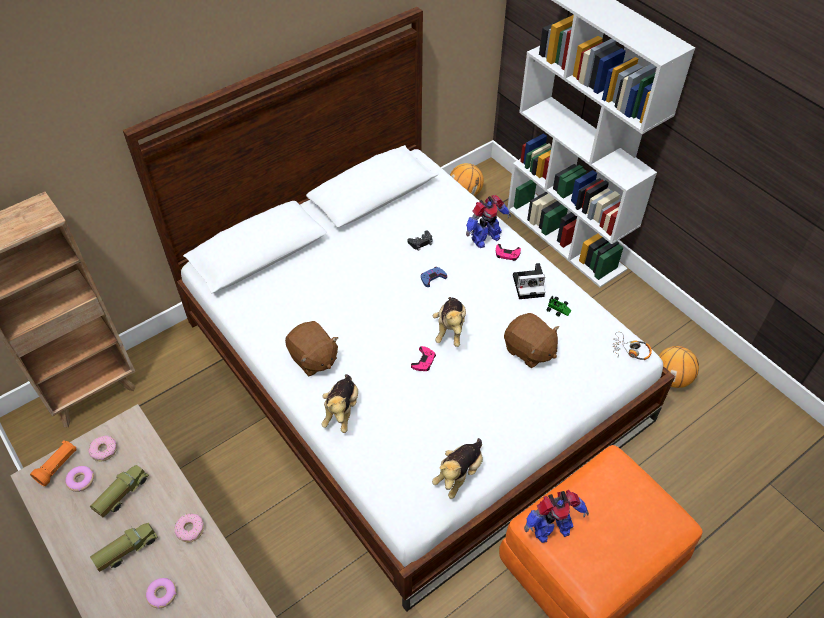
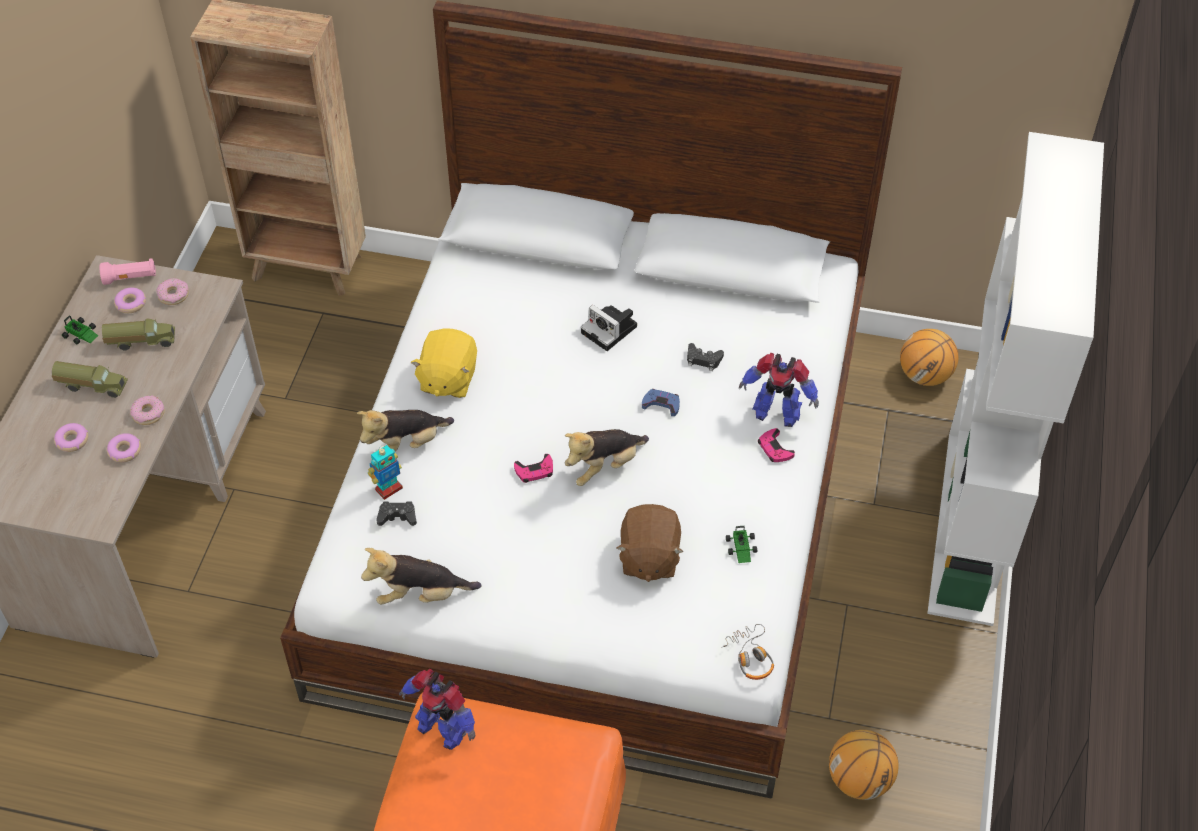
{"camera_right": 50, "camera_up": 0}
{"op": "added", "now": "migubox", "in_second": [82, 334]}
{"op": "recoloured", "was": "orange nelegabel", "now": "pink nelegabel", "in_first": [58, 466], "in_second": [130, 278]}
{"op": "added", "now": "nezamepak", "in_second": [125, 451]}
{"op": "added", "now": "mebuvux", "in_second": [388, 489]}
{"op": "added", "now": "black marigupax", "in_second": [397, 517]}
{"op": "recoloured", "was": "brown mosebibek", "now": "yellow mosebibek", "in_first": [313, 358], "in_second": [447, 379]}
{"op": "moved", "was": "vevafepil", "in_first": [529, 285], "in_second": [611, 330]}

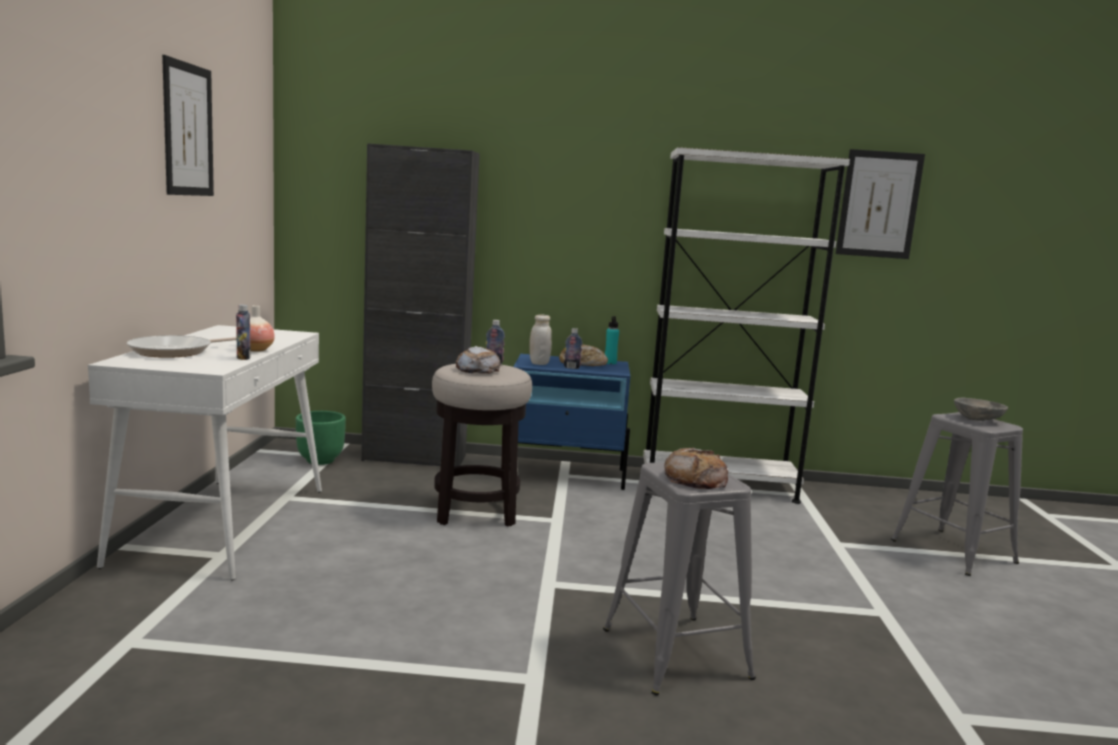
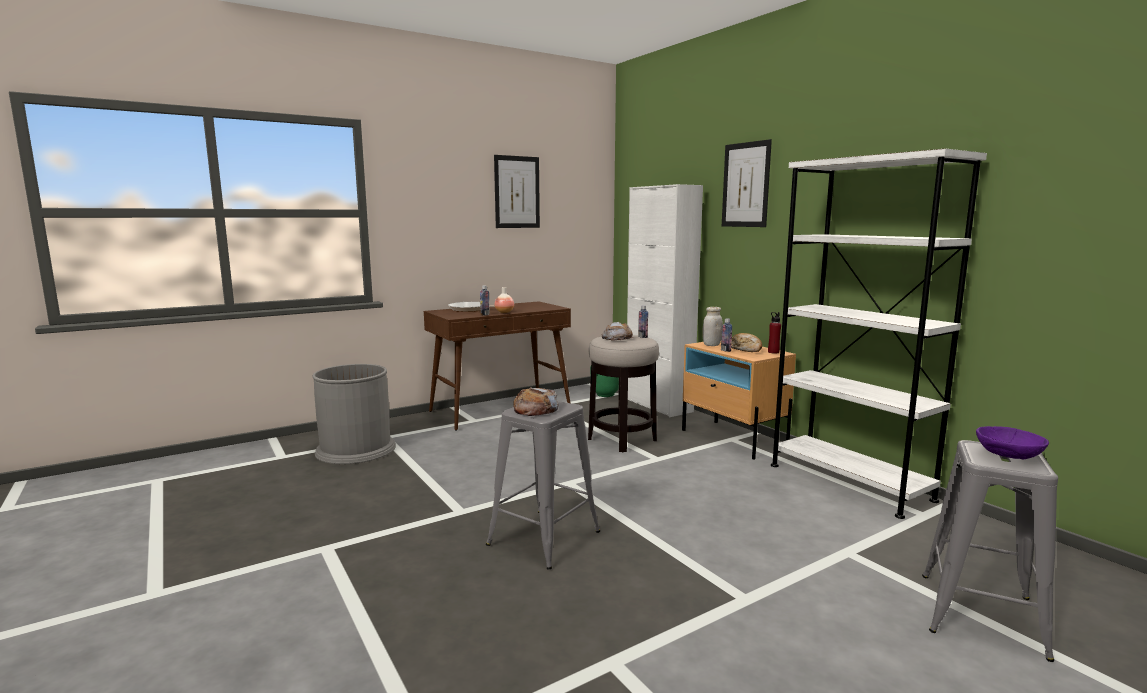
{"camera_right": 55, "camera_up": 0}
{"op": "added", "now": "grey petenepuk", "in_second": [356, 449]}
{"op": "recoloured", "was": "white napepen", "now": "brown napepen", "in_first": [223, 524], "in_second": [501, 409]}
{"op": "recoloured", "was": "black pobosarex", "now": "white pobosarex", "in_first": [414, 458], "in_second": [658, 405]}
{"op": "recoloured", "was": "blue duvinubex", "now": "beige duvinubex", "in_first": [565, 474], "in_second": [733, 439]}
{"op": "moved", "was": "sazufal", "in_first": [879, 204], "in_second": [745, 185]}
{"op": "recoloured", "was": "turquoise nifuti", "now": "red nifuti", "in_first": [610, 363], "in_second": [773, 352]}
{"op": "recoloured", "was": "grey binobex", "now": "purple binobex", "in_first": [978, 420], "in_second": [1008, 456]}

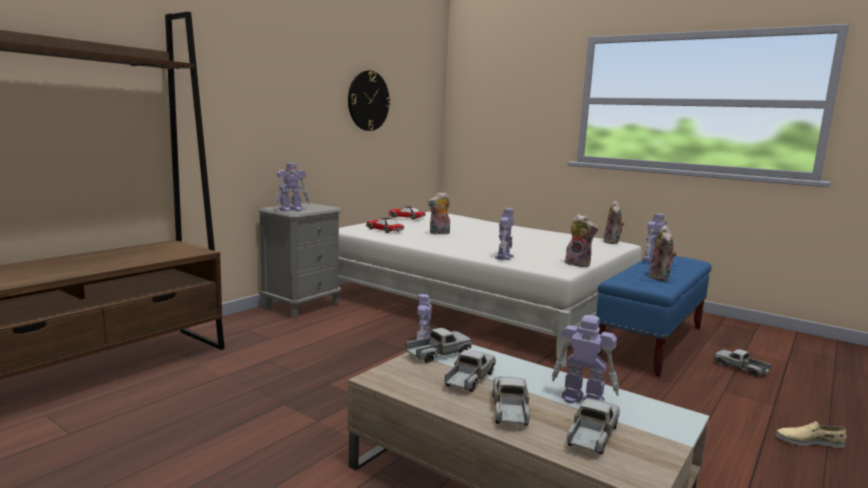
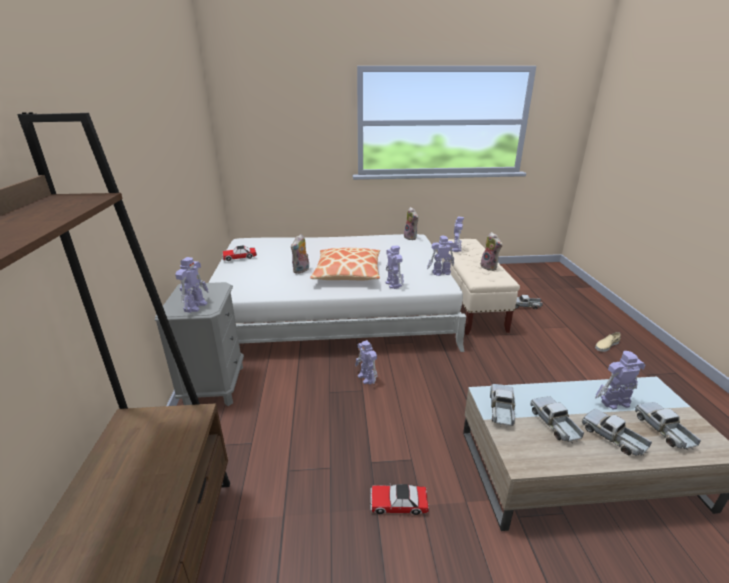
{"camera_right": -40, "camera_up": 15}
{"op": "added", "now": "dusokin", "in_second": [347, 273]}
{"op": "moved", "was": "migubox", "in_first": [384, 230], "in_second": [398, 503]}
{"op": "replaced", "was": "mosebibek", "now": "mebuvux", "in_first": [578, 264], "in_second": [440, 272]}
{"op": "recoloured", "was": "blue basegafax", "now": "beige basegafax", "in_first": [651, 342], "in_second": [468, 304]}
{"op": "removed", "was": "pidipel", "in_first": [368, 101]}

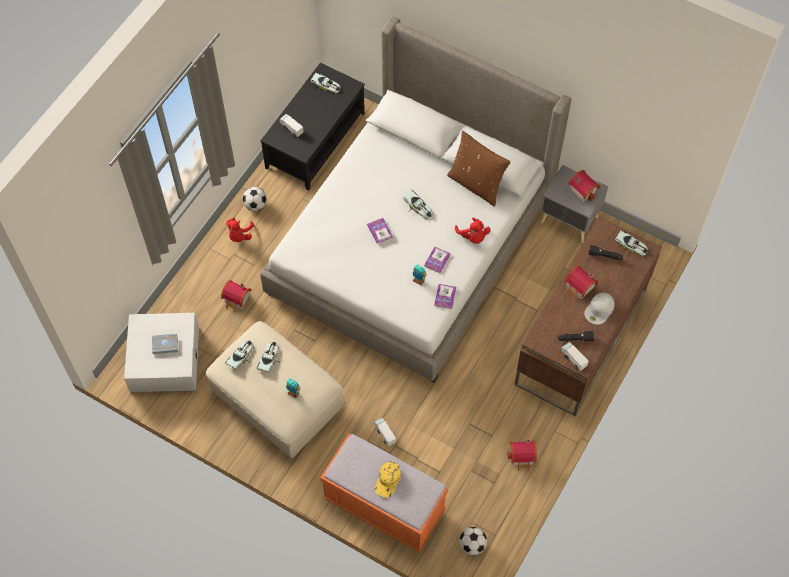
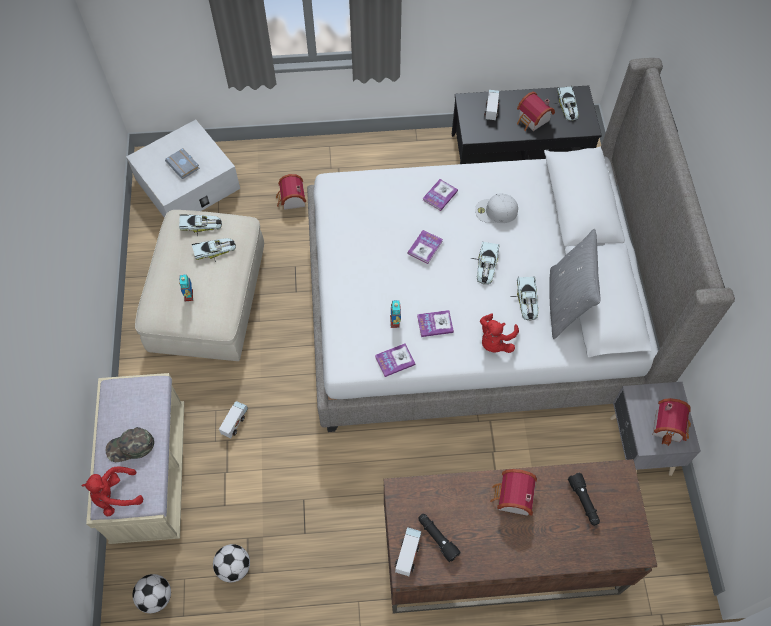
{"camera_right": 55, "camera_up": 0}
{"op": "moved", "was": "red mosebibek", "in_first": [239, 235], "in_second": [116, 496]}
{"op": "recoloured", "was": "orange basegafax", "now": "beige basegafax", "in_first": [384, 505], "in_second": [150, 473]}
{"op": "recoloured", "was": "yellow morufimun", "now": "green morufimun", "in_first": [388, 480], "in_second": [130, 447]}
{"op": "moved", "was": "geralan", "in_first": [255, 205], "in_second": [234, 567]}
{"op": "added", "now": "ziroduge", "in_second": [440, 195]}
{"op": "moved", "was": "white morufimun", "in_first": [599, 310], "in_second": [496, 211]}
{"op": "moved", "was": "migubox", "in_first": [631, 245], "in_second": [526, 300]}
{"op": "moved", "was": "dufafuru", "in_first": [522, 457], "in_second": [533, 120]}
{"op": "recoloured", "was": "brown dusokin", "now": "grey dusokin", "in_first": [476, 184], "in_second": [565, 303]}

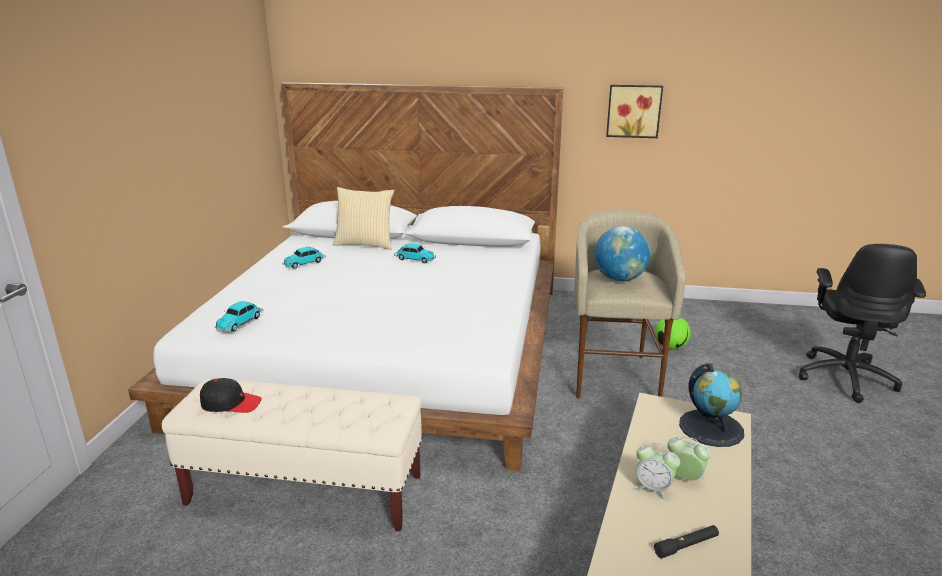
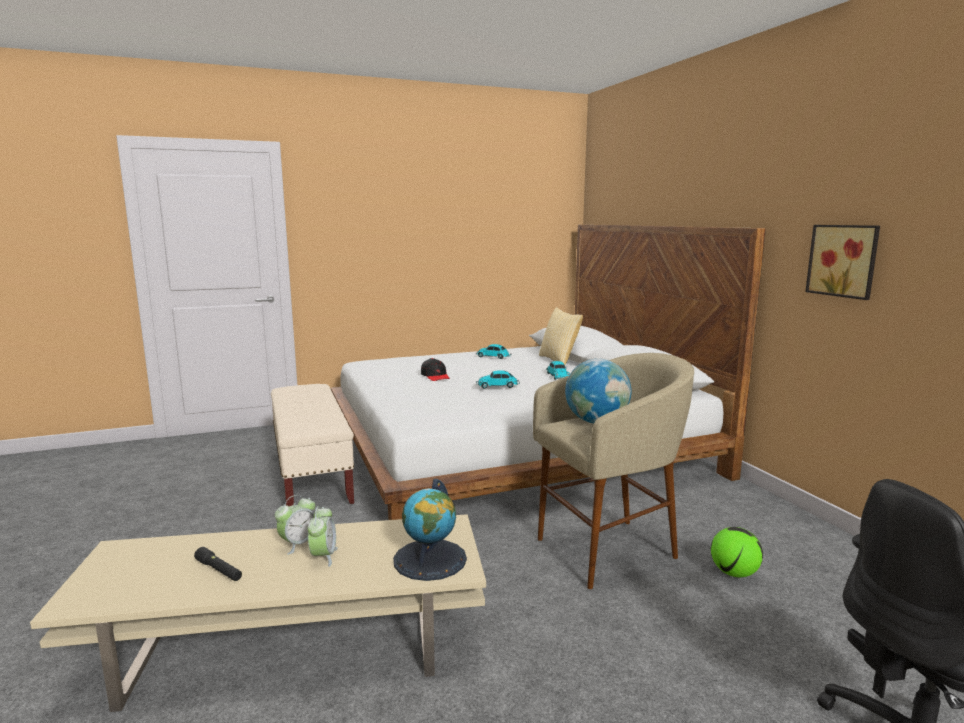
{"camera_right": 60, "camera_up": -10}
{"op": "turned", "was": "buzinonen", "in_first": [653, 488], "in_second": [298, 544], "clockwise": -135}
{"op": "moved", "was": "black morufimun", "in_first": [230, 403], "in_second": [435, 376]}
{"op": "moved", "was": "migubox", "in_first": [240, 322], "in_second": [498, 386]}

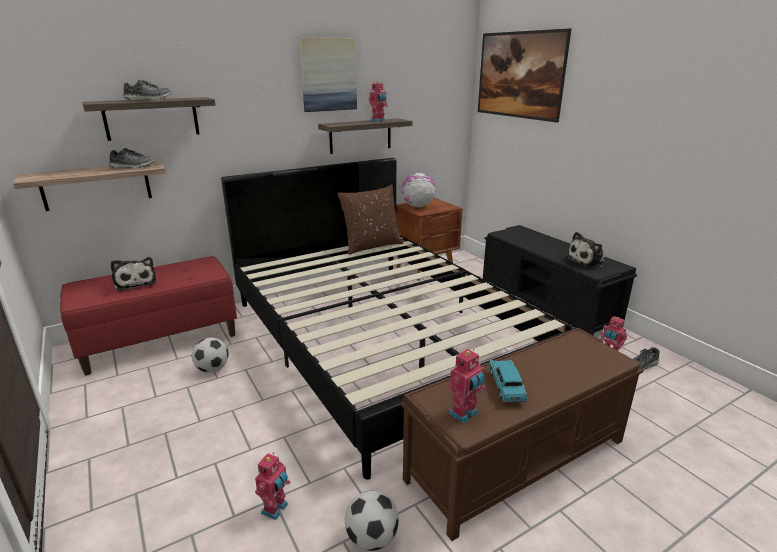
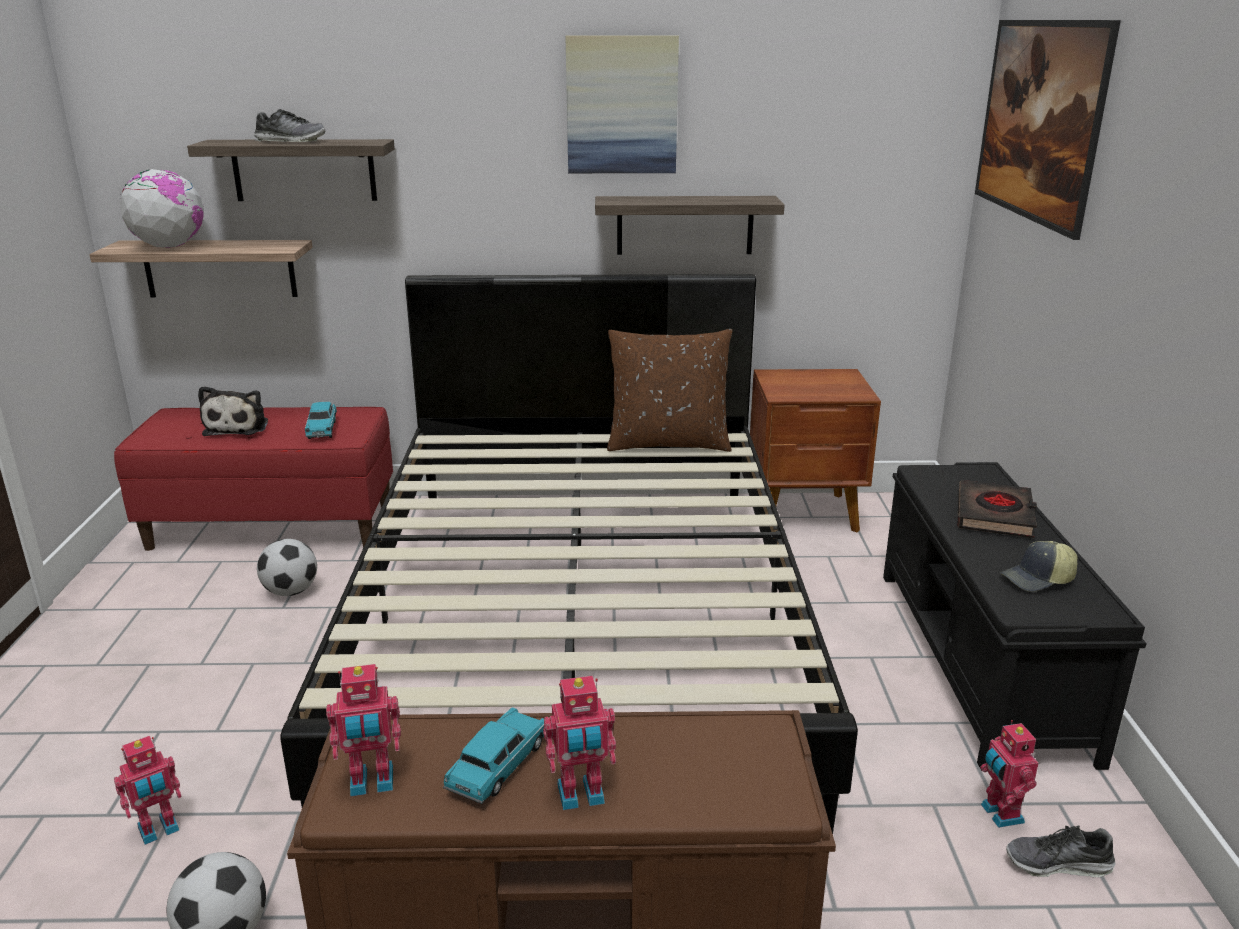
{"camera_right": 30, "camera_up": 0}
{"op": "moved", "was": "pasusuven", "in_first": [417, 206], "in_second": [169, 246]}
{"op": "added", "now": "turquoise migubox", "in_second": [322, 429]}
{"op": "moved", "was": "mebuvux", "in_first": [378, 120], "in_second": [581, 796]}
{"op": "added", "now": "black ziroduge", "in_second": [995, 515]}
{"op": "replaced", "was": "mosebibek", "now": "morufimun", "in_first": [588, 261], "in_second": [1038, 580]}
{"op": "removed", "was": "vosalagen", "in_first": [132, 167]}

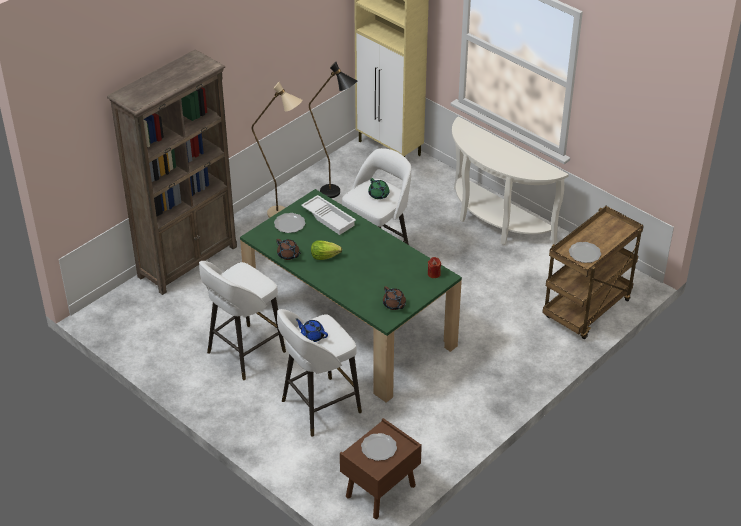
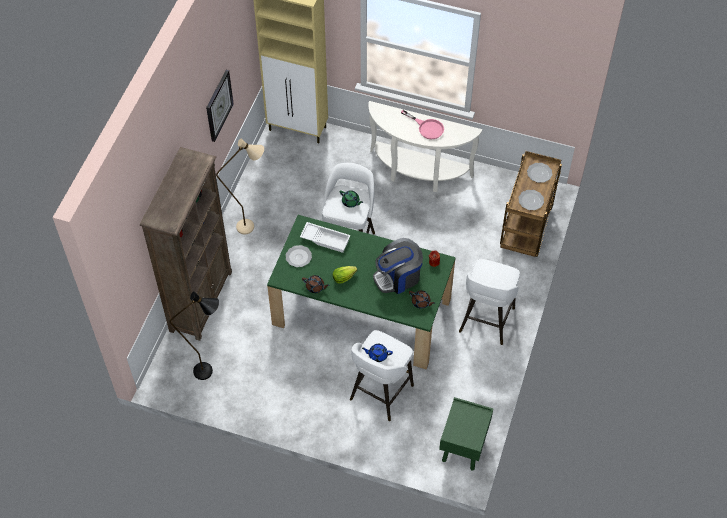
{"camera_right": -25, "camera_up": 15}
{"op": "moved", "was": "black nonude", "in_first": [337, 194], "in_second": [210, 371]}
{"op": "added", "now": "pidipel", "in_second": [218, 105]}
{"op": "added", "now": "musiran", "in_second": [398, 277]}
{"op": "added", "now": "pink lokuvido", "in_second": [427, 127]}
{"op": "recoloured", "was": "brown duvinubex", "now": "green duvinubex", "in_first": [380, 492], "in_second": [464, 446]}
{"op": "moved", "was": "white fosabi", "in_first": [244, 353], "in_second": [486, 321]}
{"op": "moved", "was": "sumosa", "in_first": [379, 448], "in_second": [539, 173]}

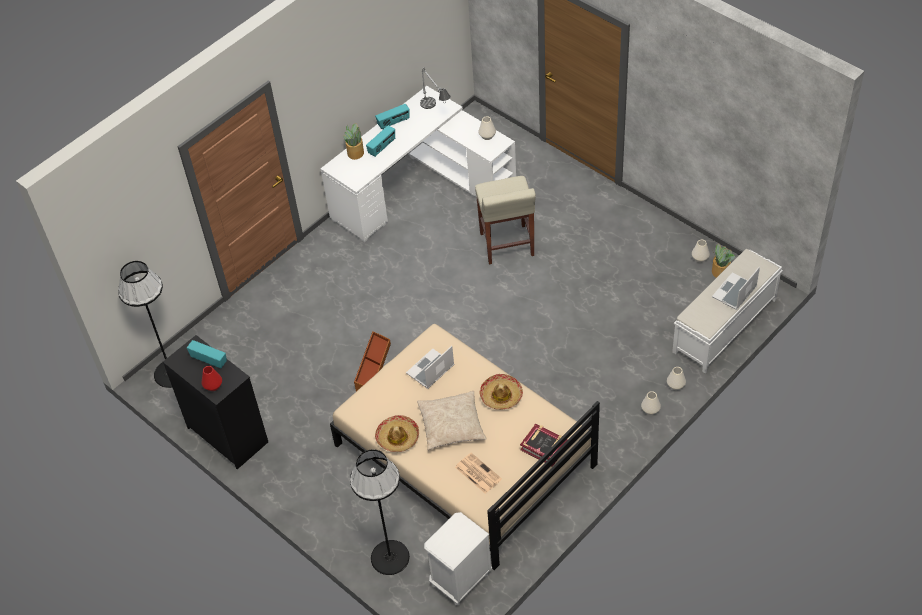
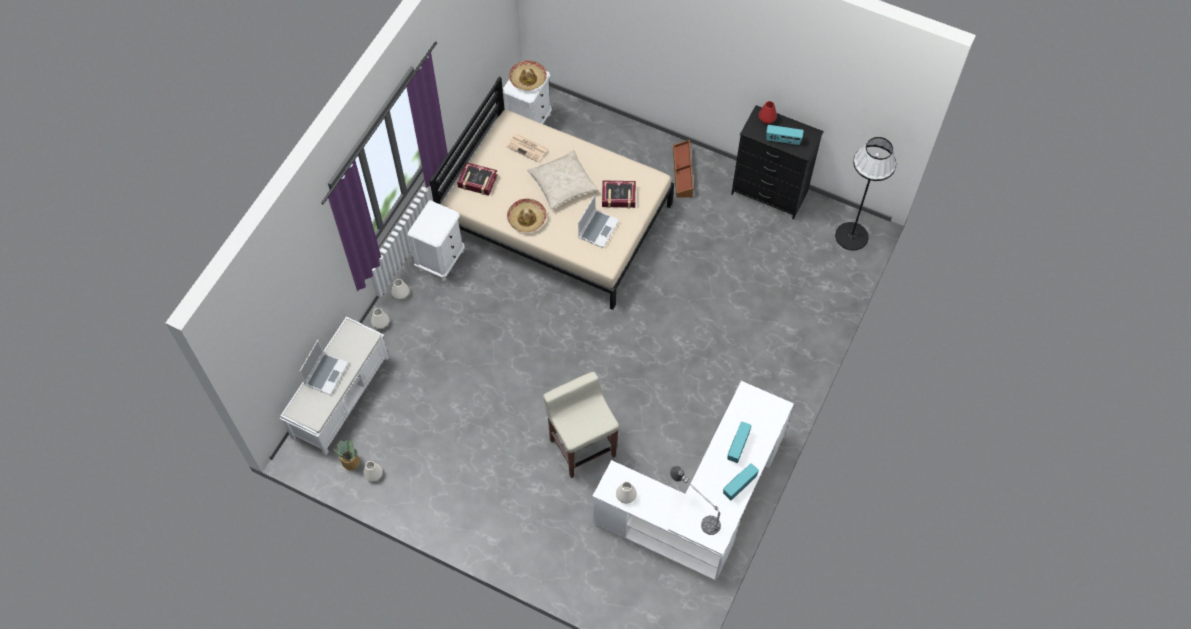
{"camera_right": 160, "camera_up": 10}
{"op": "added", "now": "white duvinubex", "in_second": [441, 260]}
{"op": "moved", "was": "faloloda", "in_first": [398, 437], "in_second": [527, 79]}
{"op": "added", "now": "ziroduge", "in_second": [618, 197]}
{"op": "moved", "was": "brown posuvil", "in_first": [372, 367], "in_second": [683, 172]}
{"op": "removed", "was": "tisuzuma", "in_first": [356, 152]}
{"op": "removed", "was": "black nonude", "in_first": [390, 557]}

